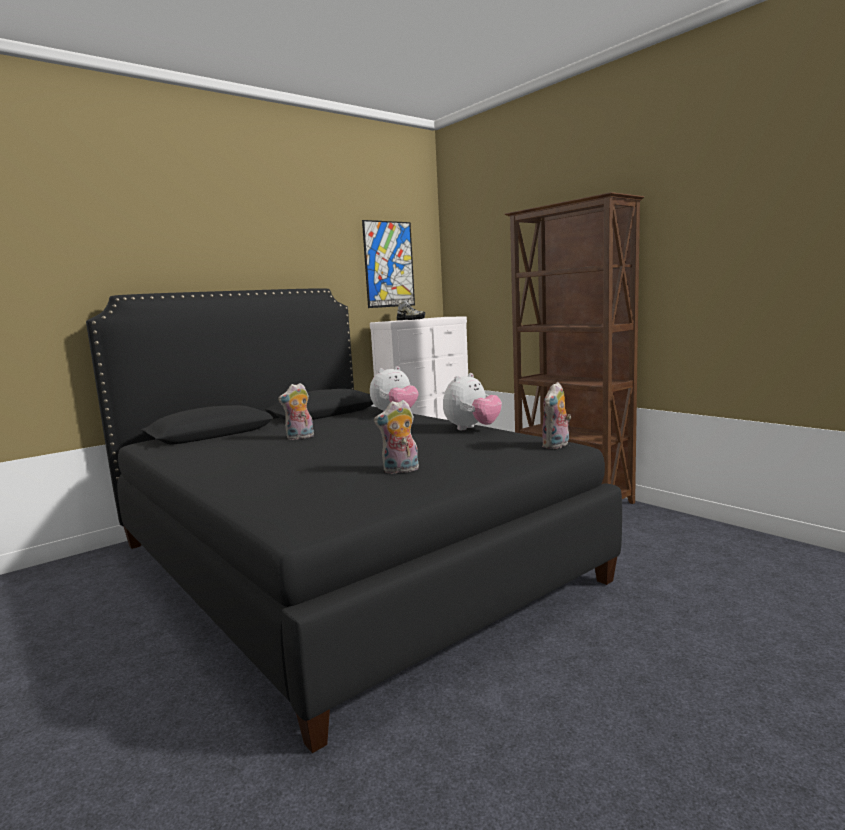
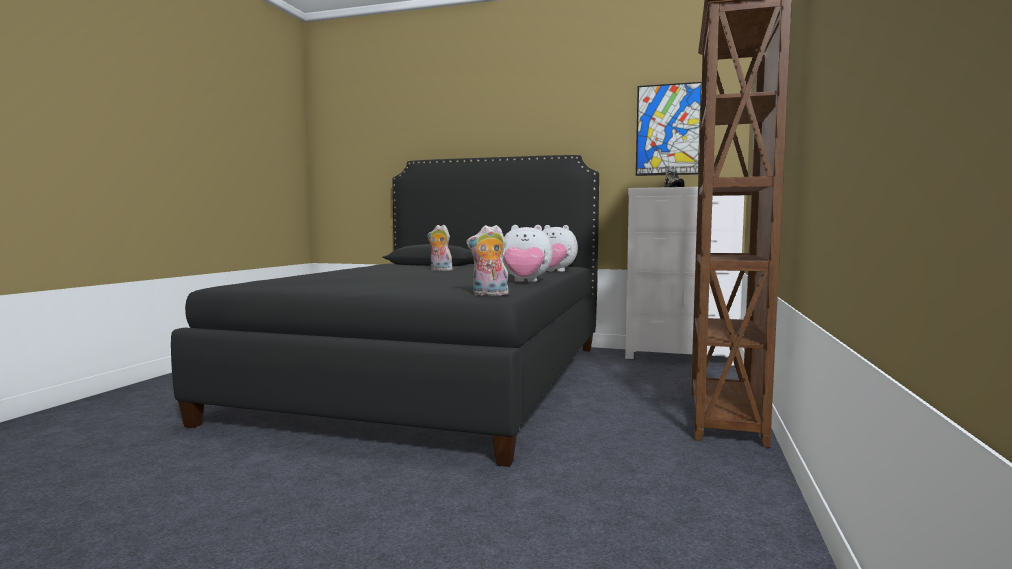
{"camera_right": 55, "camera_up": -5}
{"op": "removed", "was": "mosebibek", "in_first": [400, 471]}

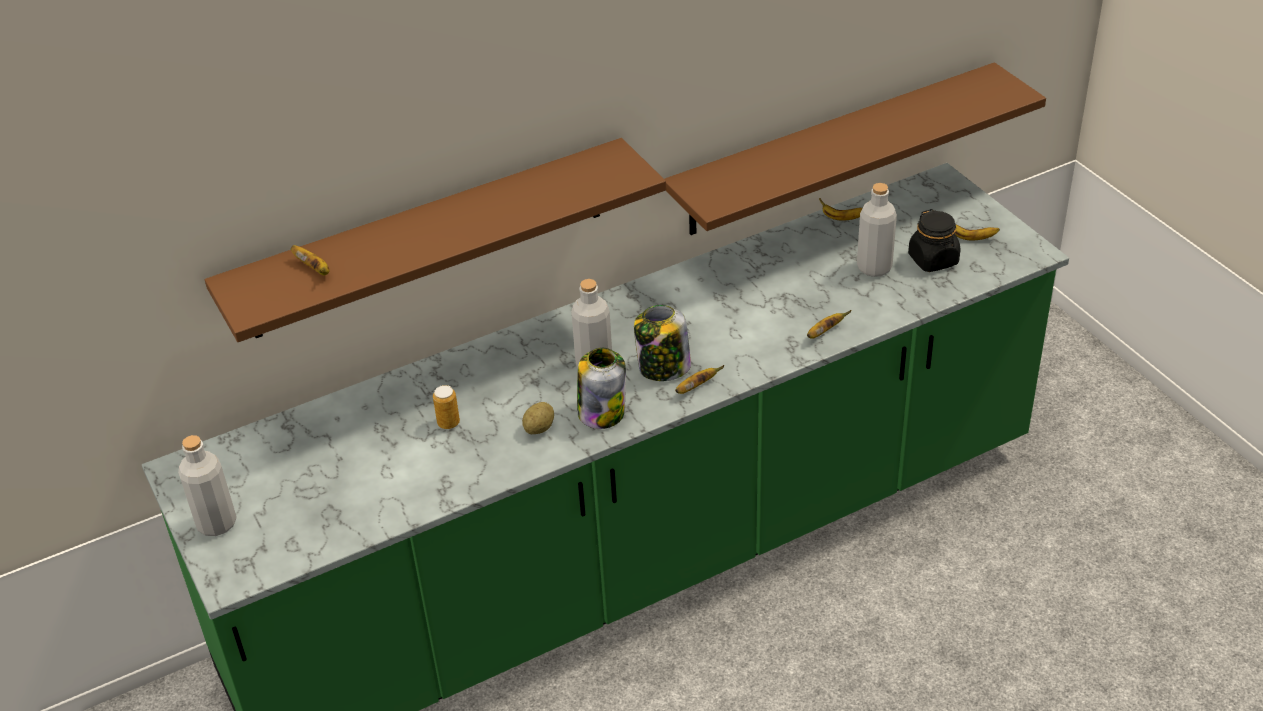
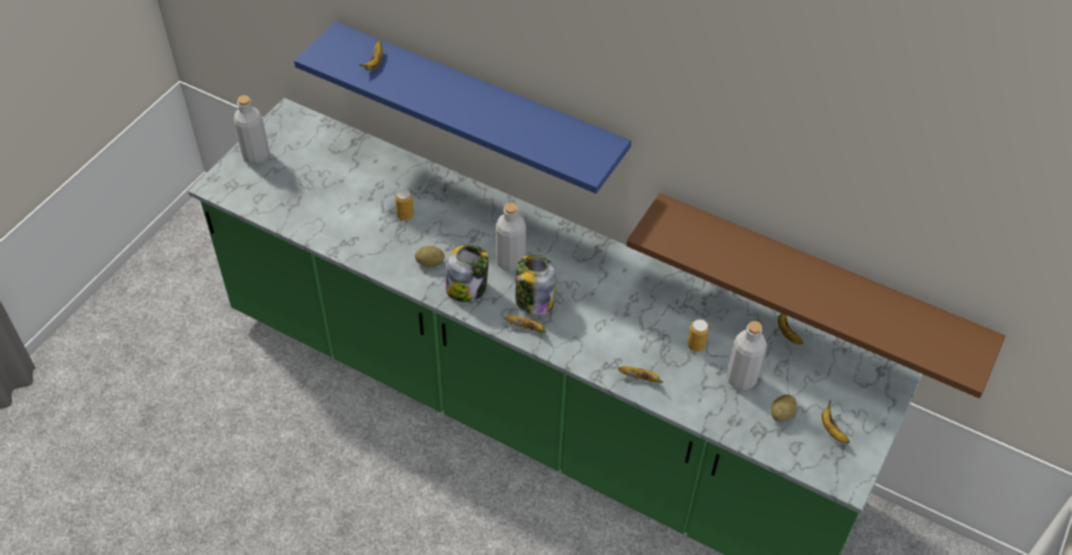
{"camera_right": 55, "camera_up": 10}
{"op": "recoloured", "was": "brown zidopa", "now": "blue zidopa", "in_first": [428, 239], "in_second": [477, 102]}
{"op": "added", "now": "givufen", "in_second": [696, 345]}
{"op": "replaced", "was": "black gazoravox", "now": "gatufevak", "in_first": [933, 260], "in_second": [781, 414]}

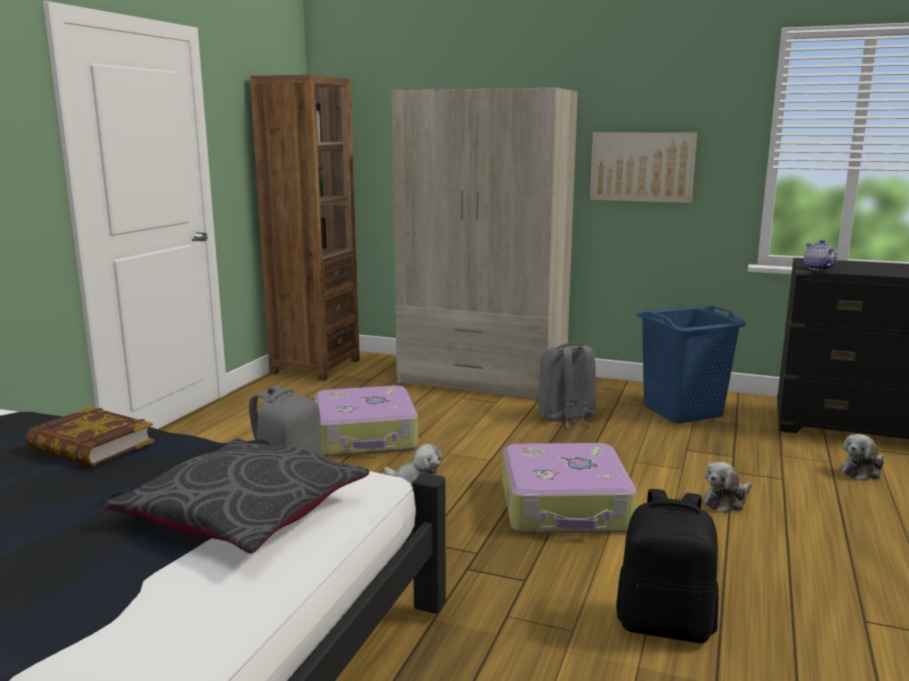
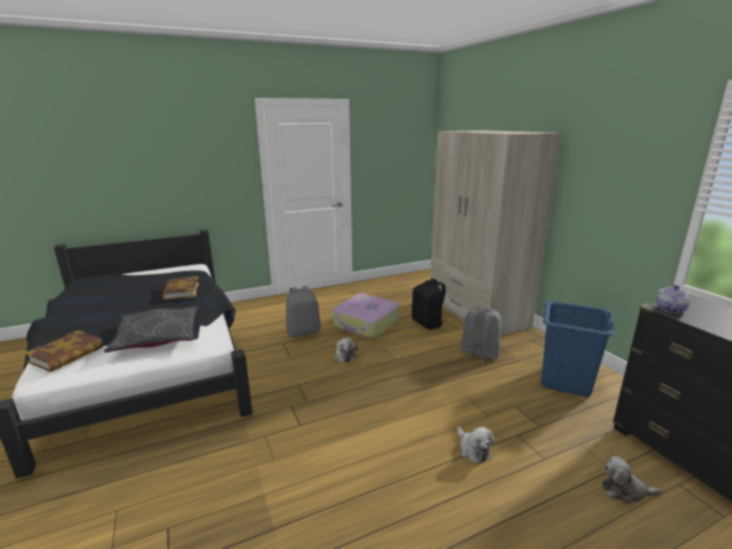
{"camera_right": 45, "camera_up": 5}
{"op": "added", "now": "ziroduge", "in_second": [67, 355]}
{"op": "moved", "was": "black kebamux", "in_first": [665, 624], "in_second": [428, 323]}
{"op": "turned", "was": "mosebibek", "in_first": [726, 502], "in_second": [473, 449], "clockwise": -120}
{"op": "removed", "was": "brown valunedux", "in_first": [315, 367]}
{"op": "removed", "was": "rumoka", "in_first": [565, 507]}
{"op": "removed", "was": "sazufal", "in_first": [642, 167]}

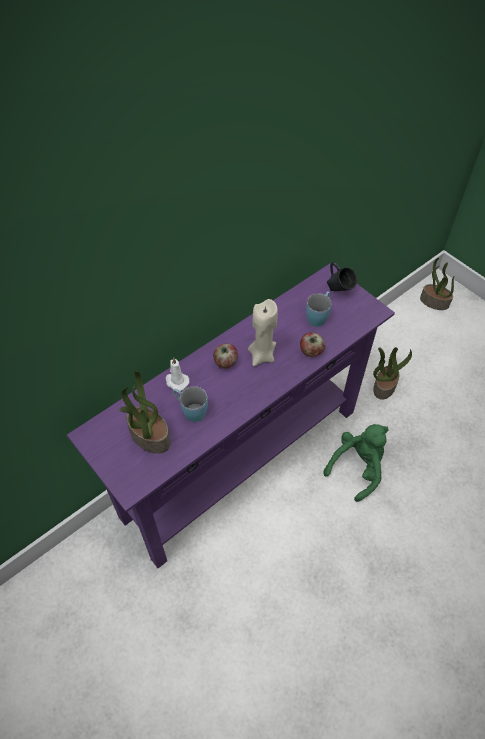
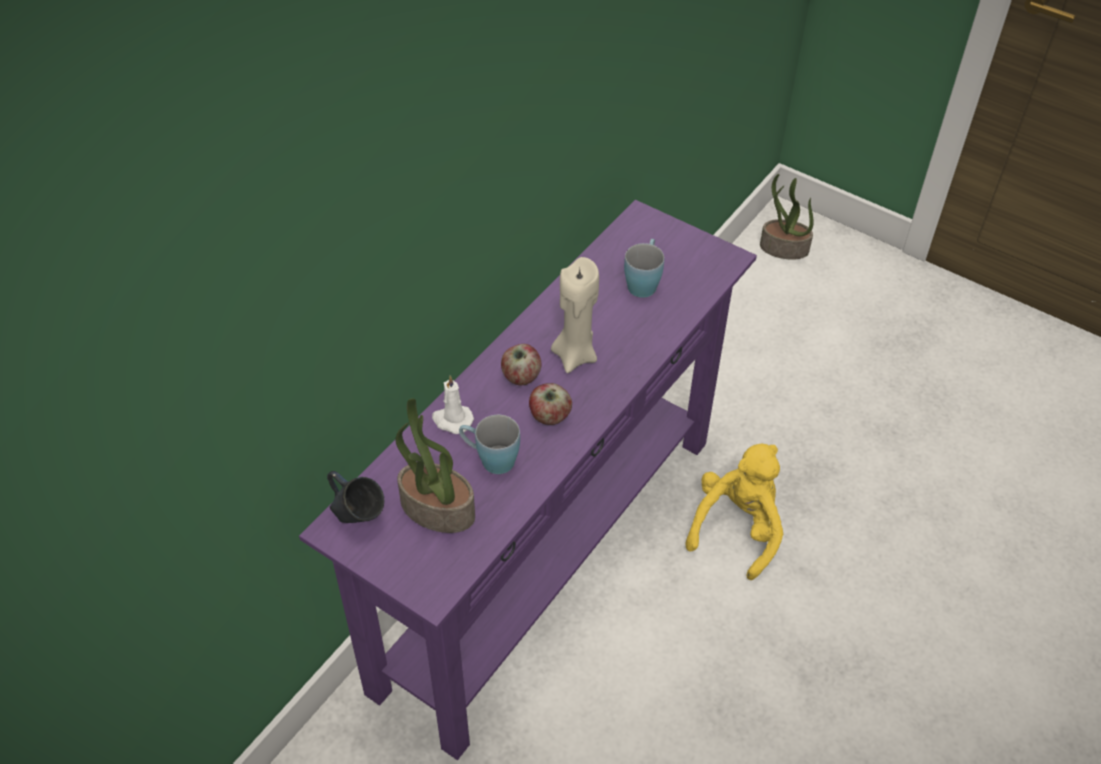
{"camera_right": -15, "camera_up": -5}
{"op": "moved", "was": "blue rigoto", "in_first": [339, 290], "in_second": [357, 518]}
{"op": "moved", "was": "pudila", "in_first": [311, 352], "in_second": [549, 416]}
{"op": "recoloured", "was": "green mosebibek", "now": "yellow mosebibek", "in_first": [357, 468], "in_second": [737, 528]}
{"op": "removed", "was": "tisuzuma", "in_first": [384, 386]}

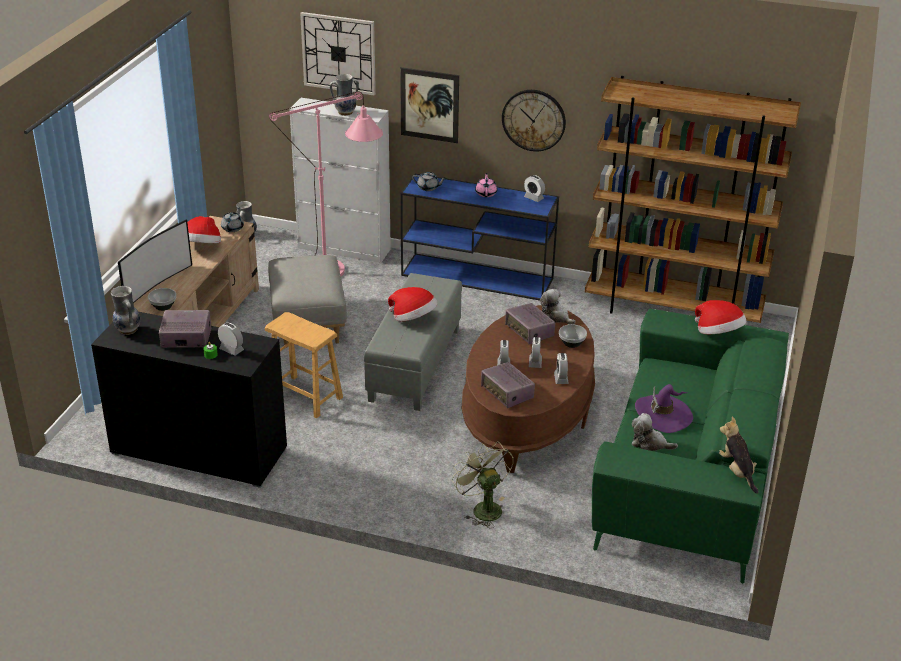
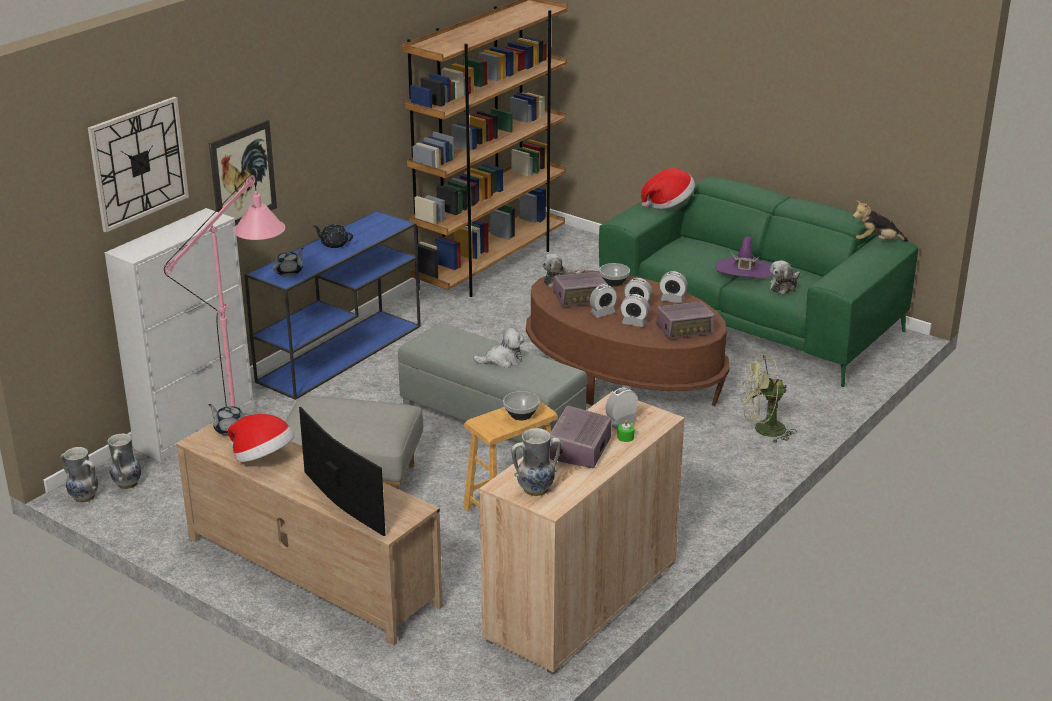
{"camera_right": -70, "camera_up": -5}
{"op": "moved", "was": "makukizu", "in_first": [345, 112], "in_second": [126, 483]}
{"op": "recoloured", "was": "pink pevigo", "now": "black pevigo", "in_first": [486, 193], "in_second": [334, 244]}
{"op": "replaced", "was": "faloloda", "now": "mosebibek", "in_first": [413, 318], "in_second": [502, 360]}
{"op": "recoloured", "was": "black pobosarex", "now": "beige pobosarex", "in_first": [199, 451], "in_second": [581, 600]}
{"op": "moved", "was": "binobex", "in_first": [163, 306], "in_second": [520, 415]}
{"op": "moved", "was": "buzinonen", "in_first": [533, 198], "in_second": [602, 313]}
{"op": "removed", "was": "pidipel", "in_first": [533, 120]}

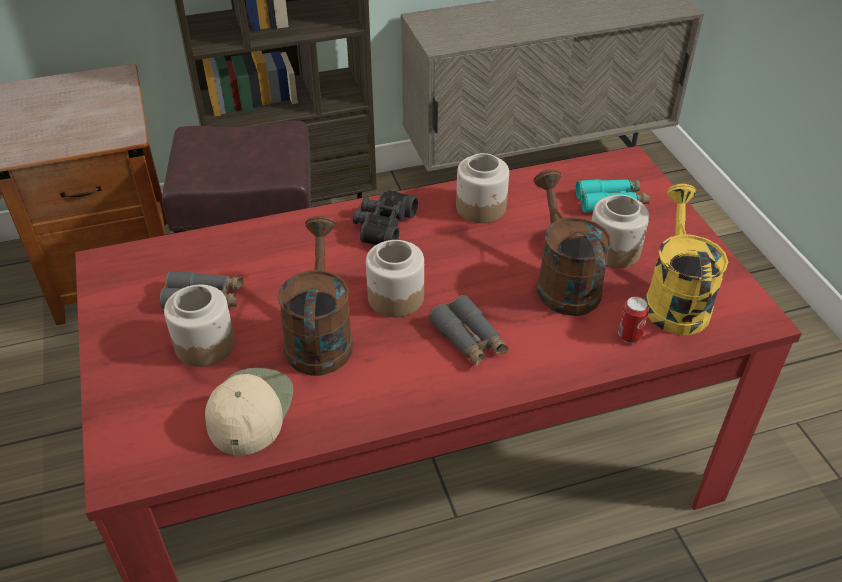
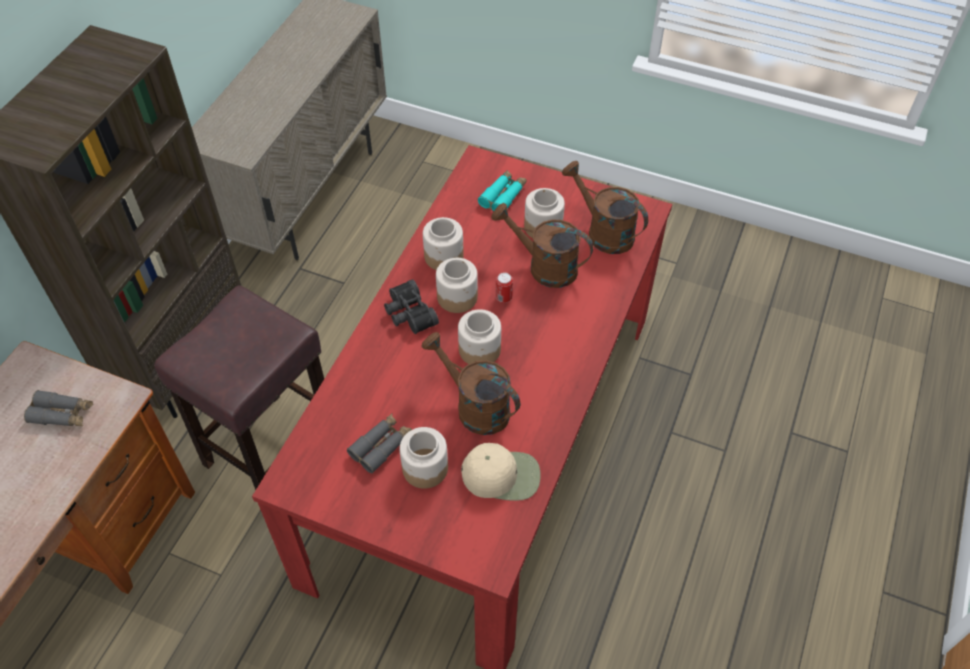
{"camera_right": -50, "camera_up": 10}
{"op": "moved", "was": "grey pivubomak", "in_first": [469, 339], "in_second": [62, 414]}
{"op": "added", "now": "gazoravox", "in_second": [457, 297]}
{"op": "turned", "was": "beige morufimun", "in_first": [249, 410], "in_second": [502, 475], "clockwise": 135}
{"op": "moved", "was": "givufen", "in_first": [629, 336], "in_second": [504, 298]}
{"op": "recoloured", "was": "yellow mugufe", "now": "brown mugufe", "in_first": [674, 299], "in_second": [603, 232]}

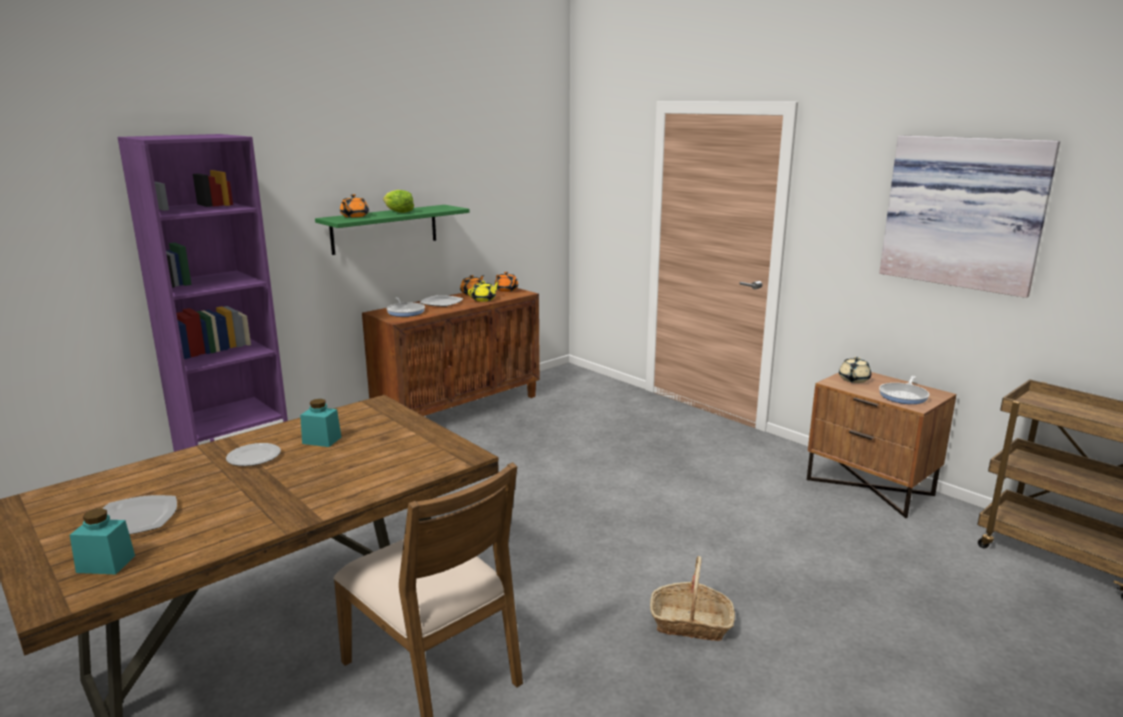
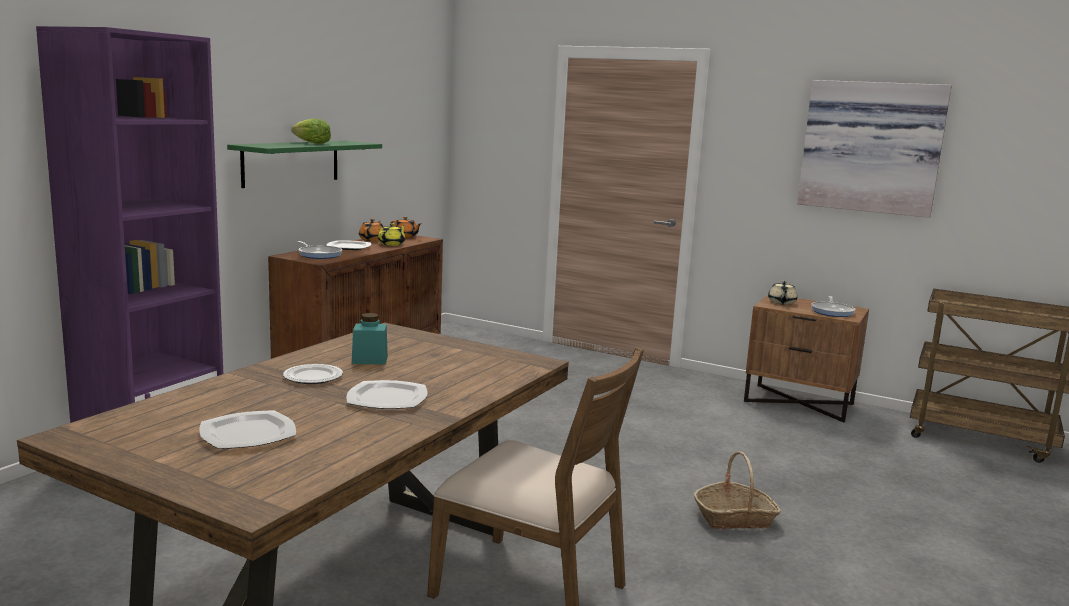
{"camera_right": -20, "camera_up": -5}
{"op": "added", "now": "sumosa", "in_second": [386, 399]}
{"op": "removed", "was": "turquoise gazoravox", "in_first": [106, 564]}
{"op": "removed", "was": "orange pevigo", "in_first": [354, 216]}

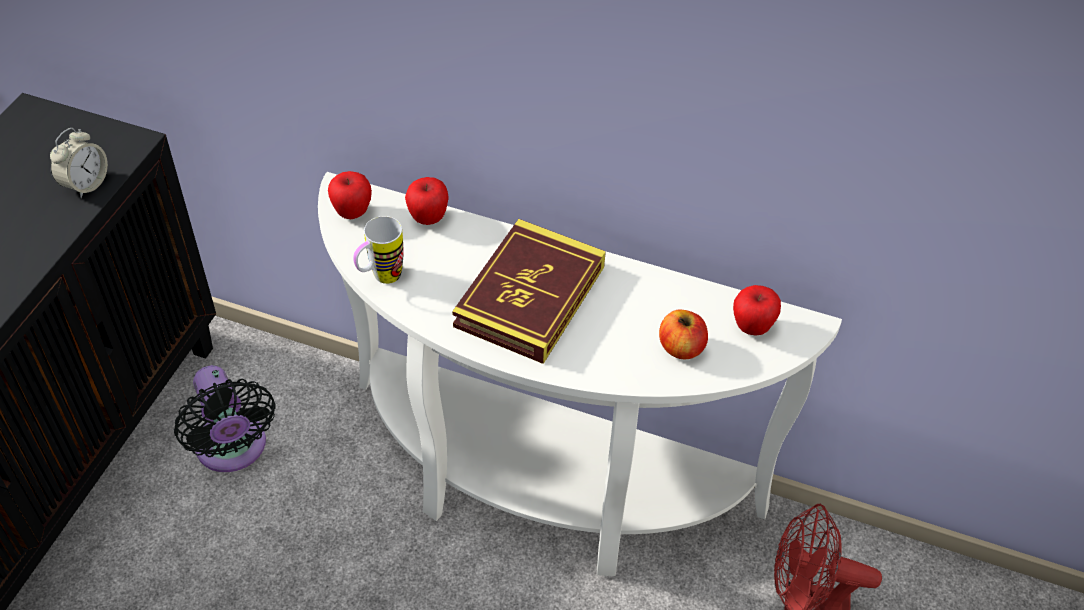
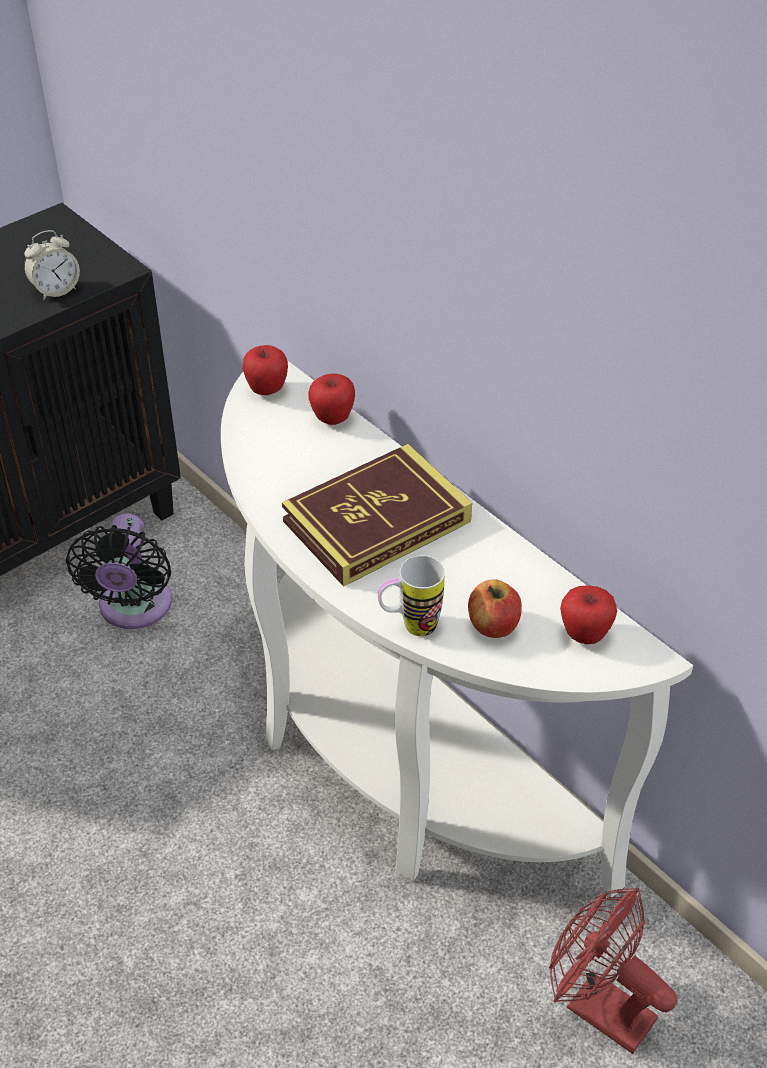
{"camera_right": 30, "camera_up": -5}
{"op": "moved", "was": "rigoto", "in_first": [380, 278], "in_second": [409, 626]}

